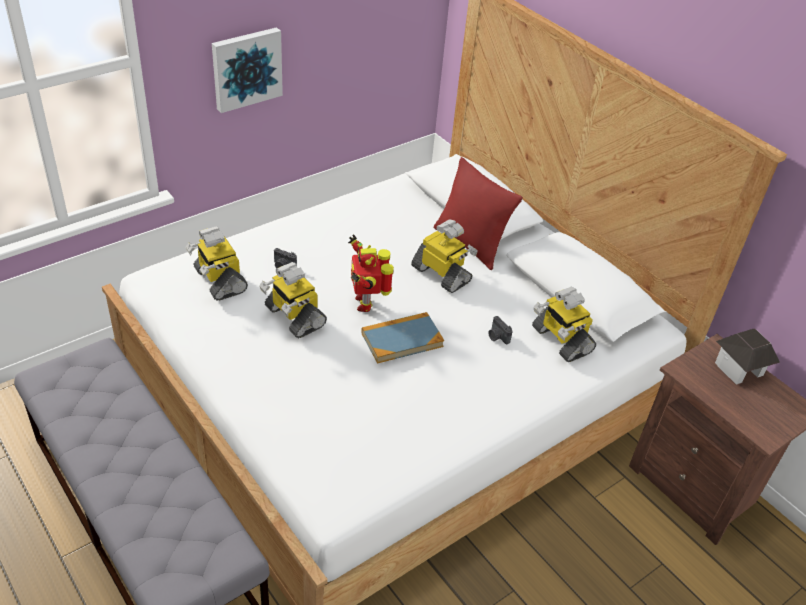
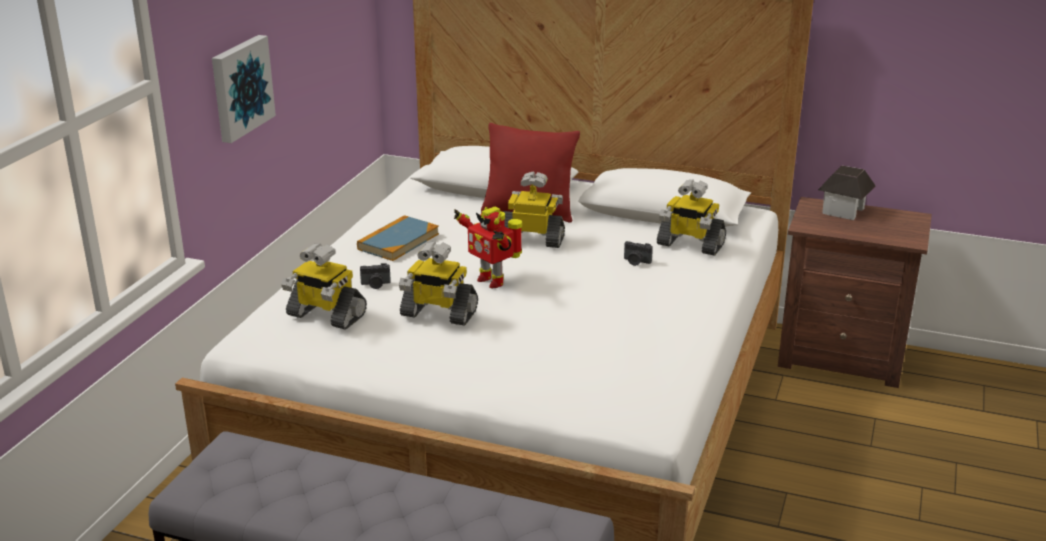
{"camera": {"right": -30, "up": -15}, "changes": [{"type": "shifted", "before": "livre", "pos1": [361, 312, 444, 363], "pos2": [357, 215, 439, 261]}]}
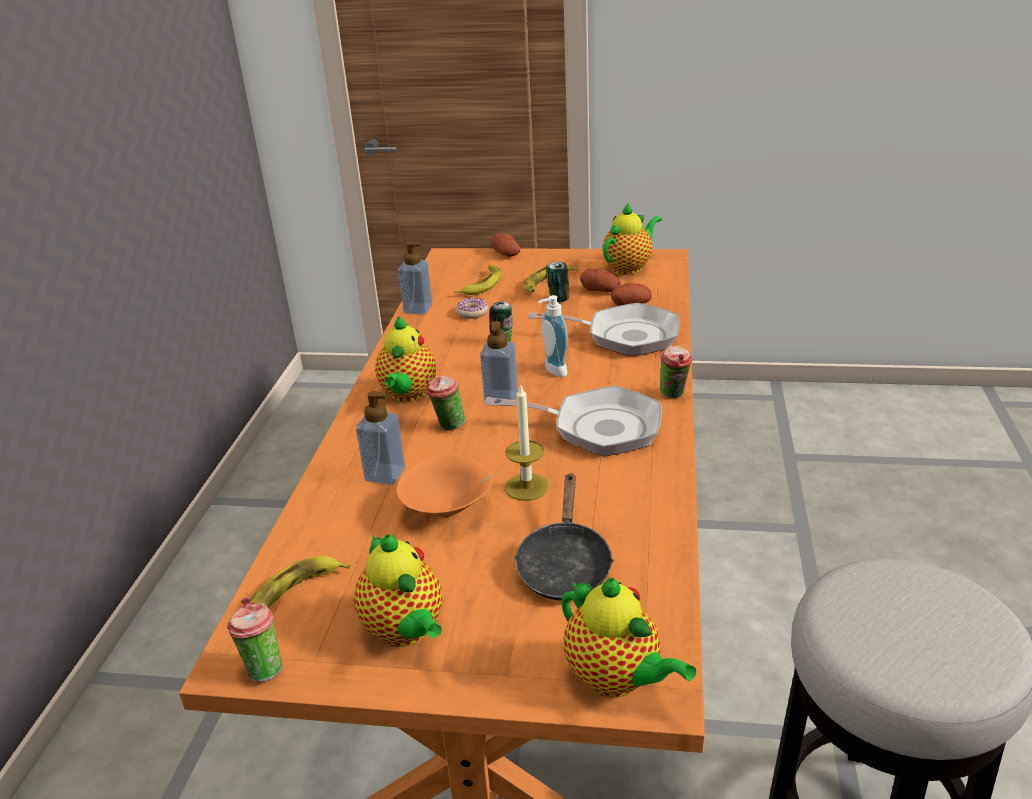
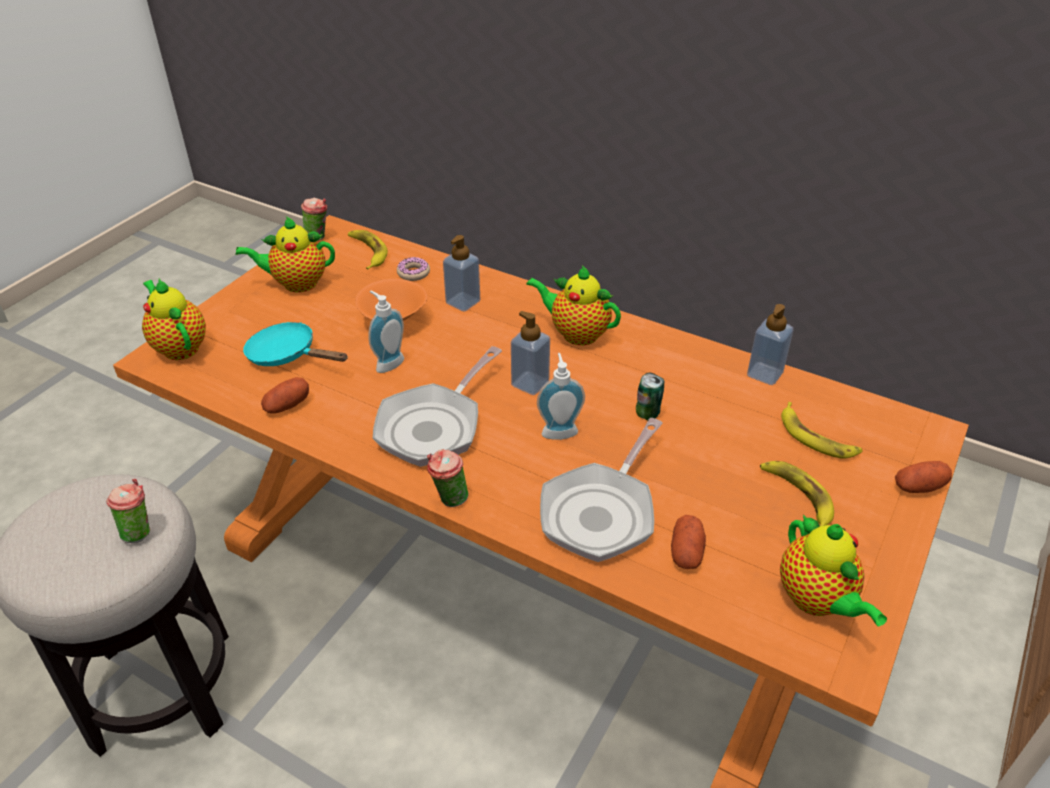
{"camera": {"right": 110, "up": 10}, "changes": [{"type": "gone", "before": "boîte métallique", "pos1": [546, 261, 569, 302]}, {"type": "shifted", "before": "tasse", "pos1": [426, 375, 465, 431], "pos2": [106, 479, 150, 543]}, {"type": "shifted", "before": "beignet", "pos1": [456, 298, 488, 319], "pos2": [397, 257, 430, 281]}, {"type": "shifted", "before": "pomme de terre", "pos1": [580, 268, 620, 292], "pos2": [261, 377, 309, 413]}, {"type": "swapped", "before": "bougie", "after": "distributeur de savon", "pos1": [505, 386, 549, 501], "pos2": [368, 291, 404, 373]}, {"type": "repainted", "before": "poêle/noir", "after": "poêle/turquoise", "pos1": [514, 473, 614, 601], "pos2": [243, 322, 348, 366]}, {"type": "rotated", "before": "théière", "pos1": [562, 578, 696, 697], "pos2": [142, 279, 206, 360], "turn": 75}]}
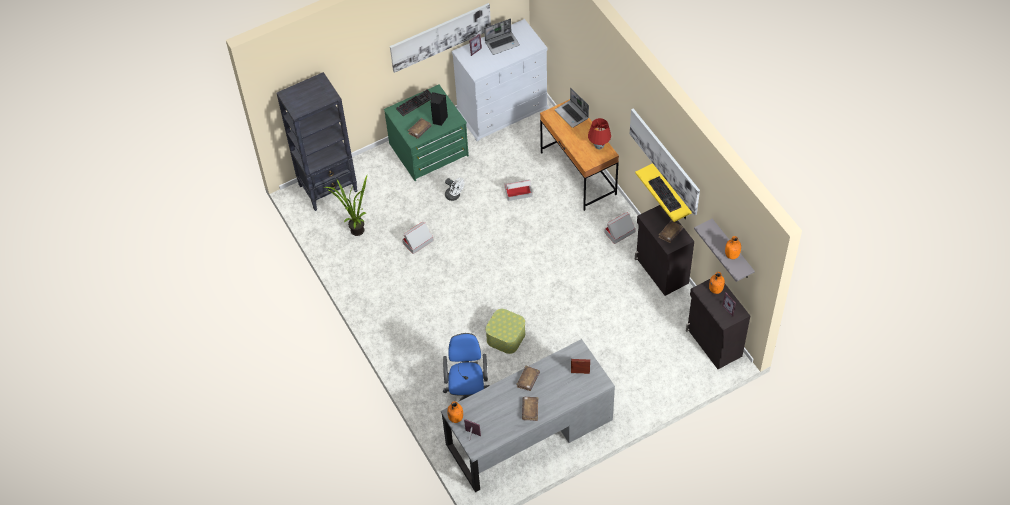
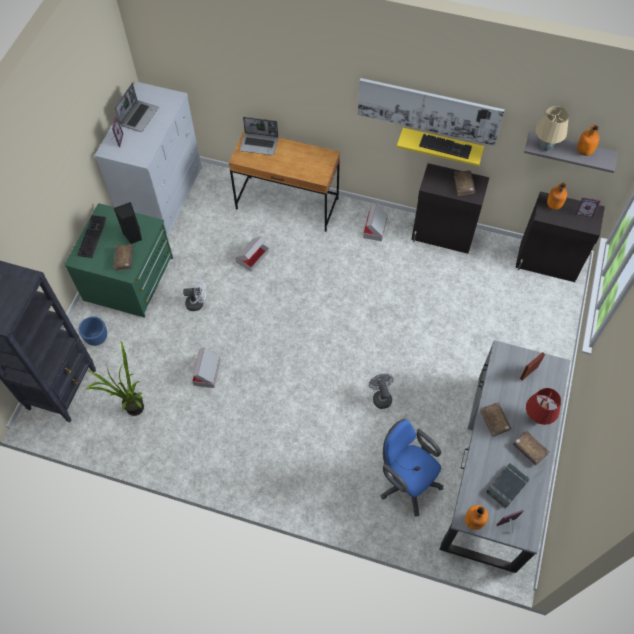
{"camera": {"right": -45, "up": 5}, "changes": [{"type": "gone", "before": "tableau", "pos1": [390, 3, 491, 73]}, {"type": "new", "after": "cache-pot/bleu", "pos2": [79, 316, 107, 346]}, {"type": "new", "after": "livre/noir", "pos2": [486, 463, 530, 508]}, {"type": "new", "after": "lampe de table/beige", "pos2": [535, 106, 569, 151]}, {"type": "shifted", "before": "lampe de table/rouge", "pos1": [588, 118, 611, 149], "pos2": [526, 388, 561, 425]}, {"type": "swapped", "before": "boîte de rangement", "after": "ventilateur/gris", "pos1": [485, 309, 525, 354], "pos2": [369, 373, 394, 409]}]}
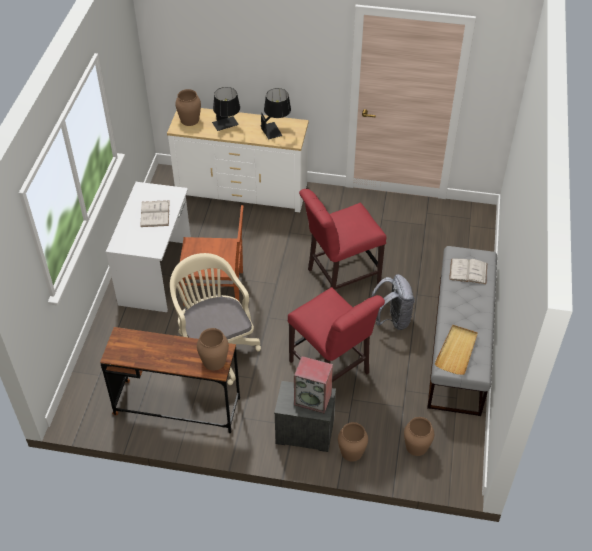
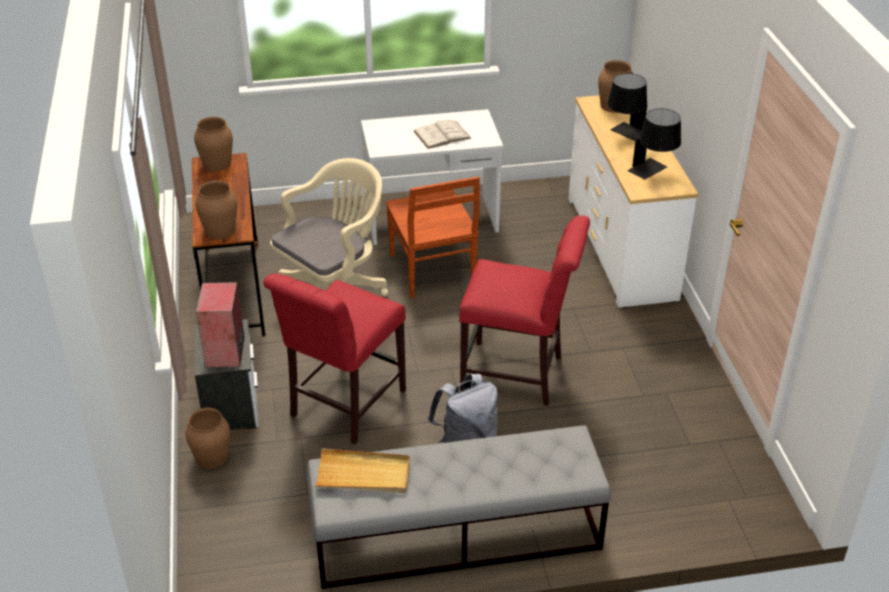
{"camera": {"right": 70, "up": -10}, "changes": [{"type": "gone", "before": "livre/blanc", "pos1": [449, 258, 487, 284]}, {"type": "shifted", "before": "vase/marron", "pos1": [404, 417, 434, 456], "pos2": [194, 117, 233, 172]}, {"type": "rotated", "before": "chaise/rouge", "pos1": [299, 189, 387, 290], "pos2": [459, 216, 590, 406], "turn": 150}]}
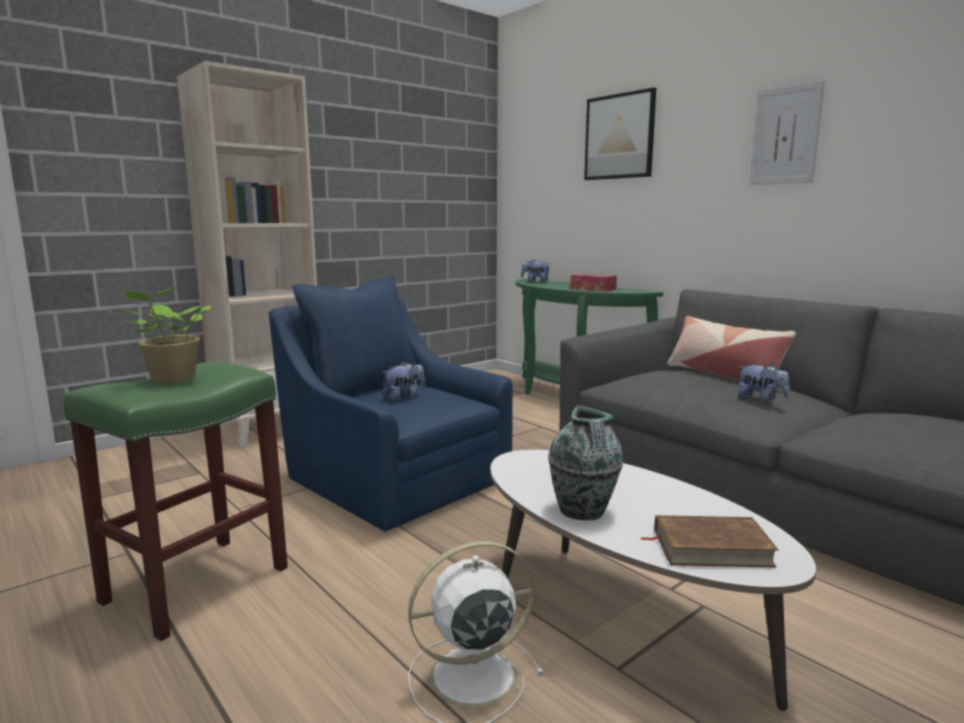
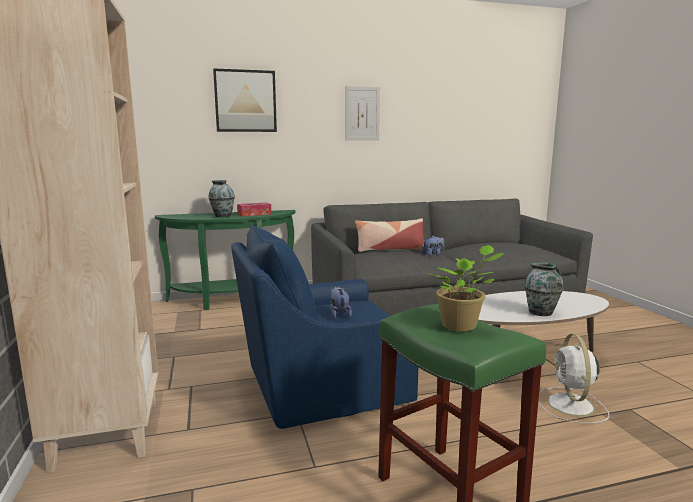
{"camera": {"right": -65, "up": 0}, "changes": [{"type": "gone", "before": "peluche", "pos1": [521, 259, 551, 282]}, {"type": "gone", "before": "livre/marron", "pos1": [640, 515, 779, 567]}, {"type": "new", "after": "vase", "pos2": [208, 180, 235, 217]}]}
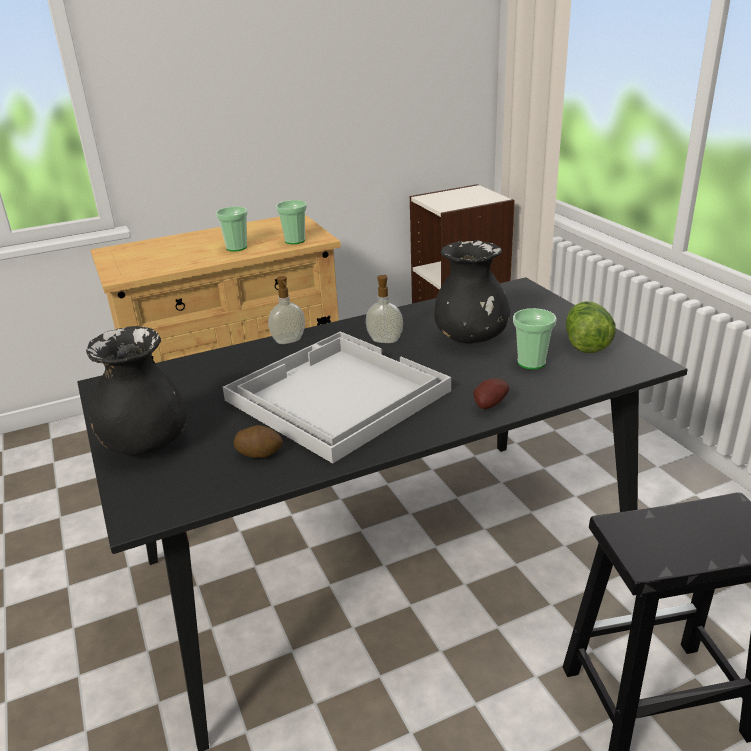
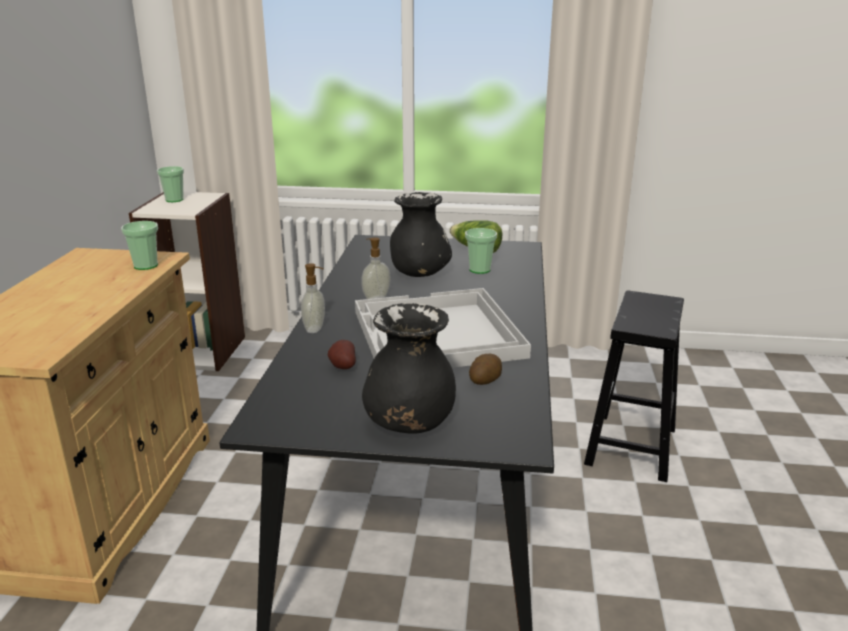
{"camera": {"right": -60, "up": -5}, "changes": [{"type": "shifted", "before": "tasse", "pos1": [216, 207, 248, 251], "pos2": [157, 166, 184, 202]}, {"type": "shifted", "before": "pomme de terre", "pos1": [473, 378, 509, 410], "pos2": [328, 340, 356, 369]}]}
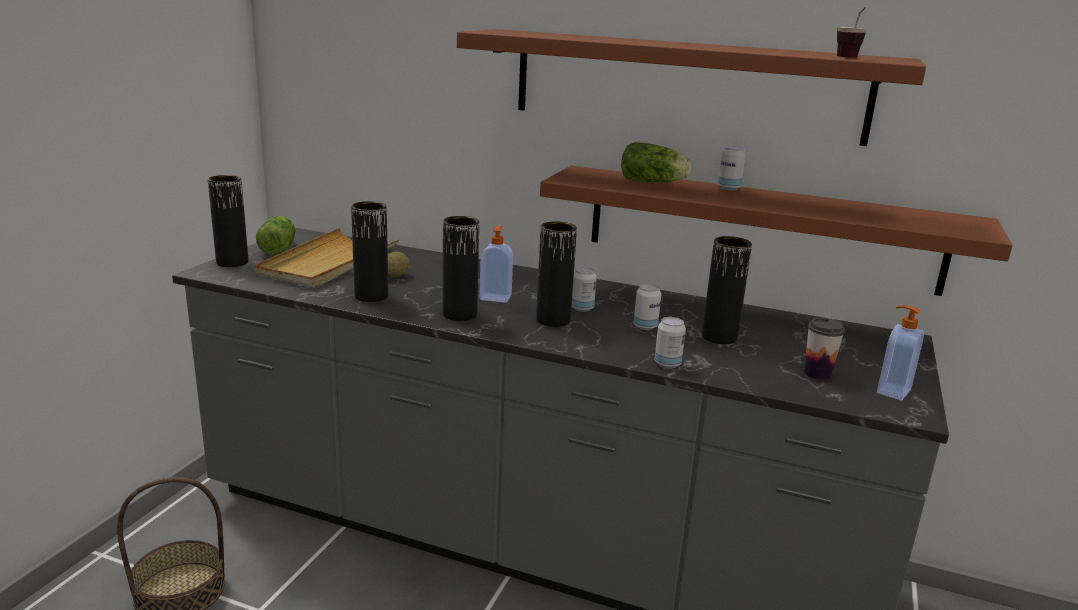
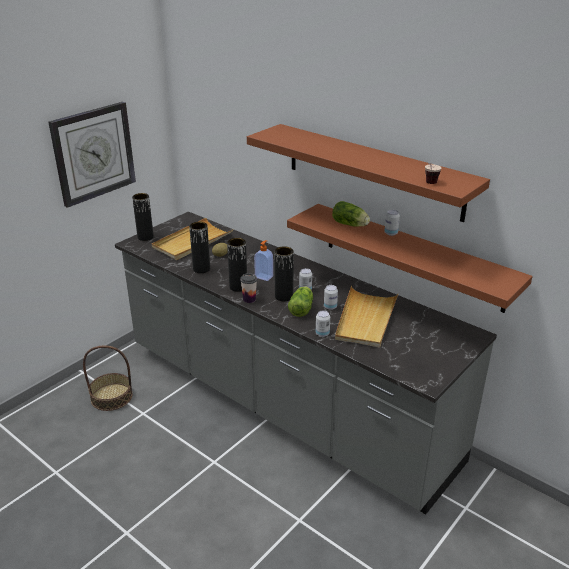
{"camera": {"right": 20, "up": 10}, "changes": [{"type": "gone", "before": "distributeur de savon", "pos1": [877, 305, 924, 401]}, {"type": "new", "after": "horloge murale", "pos2": [48, 102, 136, 208]}, {"type": "shifted", "before": "laitue", "pos1": [256, 216, 295, 255], "pos2": [288, 286, 313, 317]}, {"type": "shifted", "before": "tasse", "pos1": [804, 318, 845, 380], "pos2": [240, 273, 257, 303]}, {"type": "swapped", "before": "vase/noir", "after": "plateau/beige", "pos1": [702, 236, 752, 344], "pos2": [335, 286, 399, 348]}]}
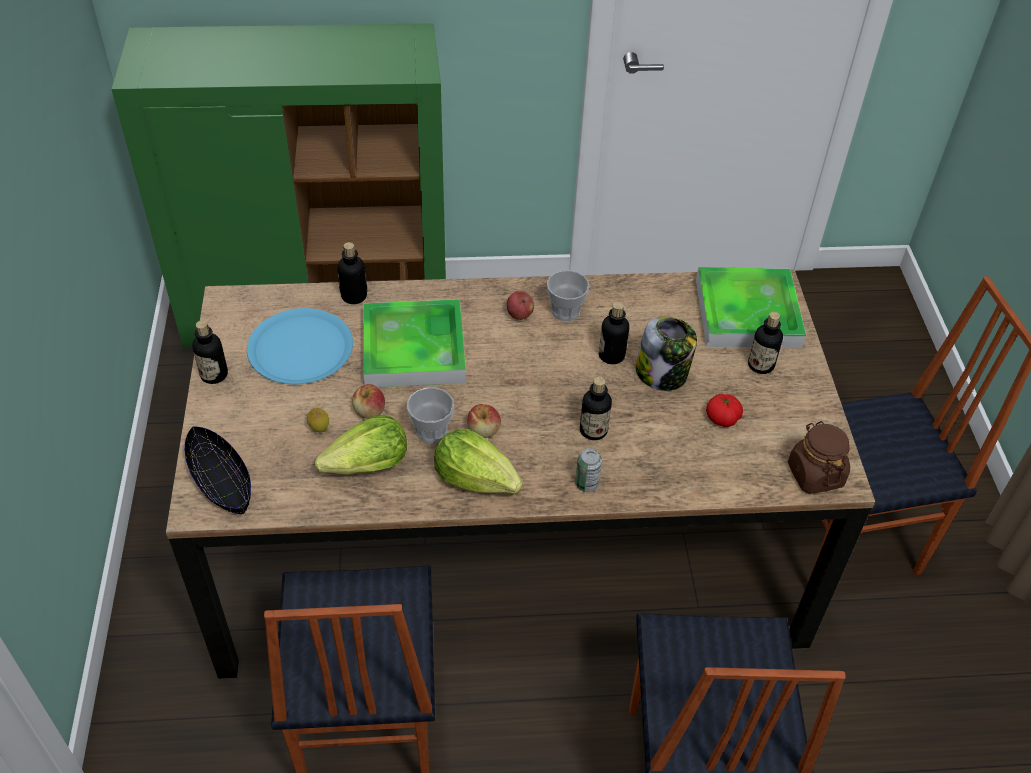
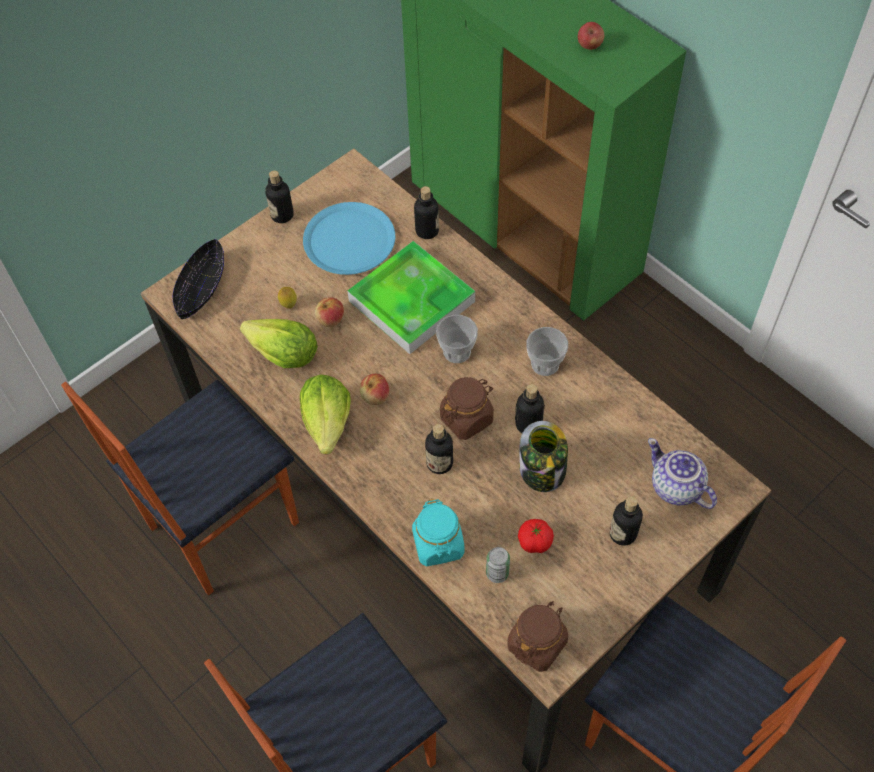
{"camera": {"right": 55, "up": 10}, "changes": [{"type": "new", "after": "bocal/turquoise", "pos2": [412, 499, 464, 566]}, {"type": "new", "after": "bocal/marron", "pos2": [440, 377, 494, 440]}, {"type": "shifted", "before": "tasse", "pos1": [407, 387, 454, 443], "pos2": [436, 315, 478, 363]}, {"type": "shifted", "before": "pomme", "pos1": [507, 291, 534, 320], "pos2": [578, 22, 604, 50]}, {"type": "shifted", "before": "boîte métallique", "pos1": [575, 448, 602, 492], "pos2": [486, 547, 510, 583]}, {"type": "swapped", "before": "plateau", "after": "théière", "pos1": [696, 267, 806, 348], "pos2": [648, 438, 717, 509]}]}
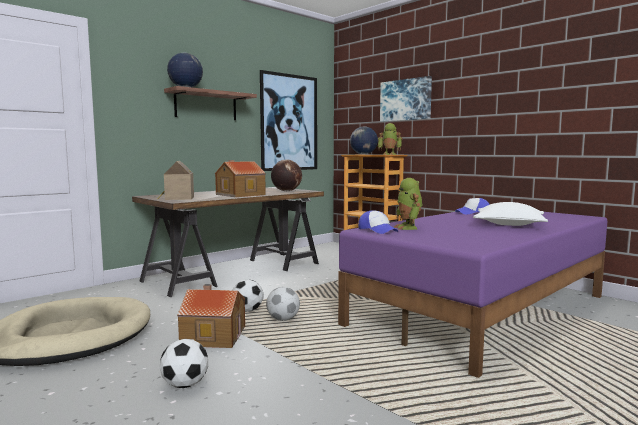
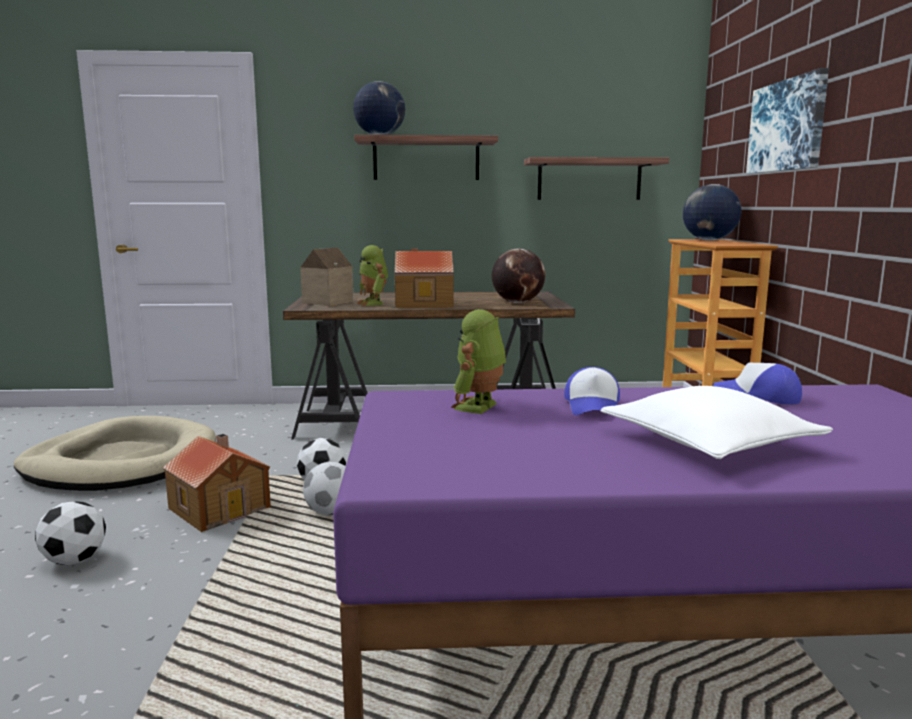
{"camera": {"right": 40, "up": 5}, "changes": [{"type": "shifted", "before": "casquette", "pos1": [358, 210, 398, 234], "pos2": [565, 367, 620, 415]}, {"type": "shifted", "before": "robot jouet", "pos1": [378, 123, 402, 155], "pos2": [357, 245, 388, 306]}, {"type": "swapped", "before": "tableau", "after": "étagère", "pos1": [260, 70, 317, 171], "pos2": [524, 157, 669, 200]}]}
